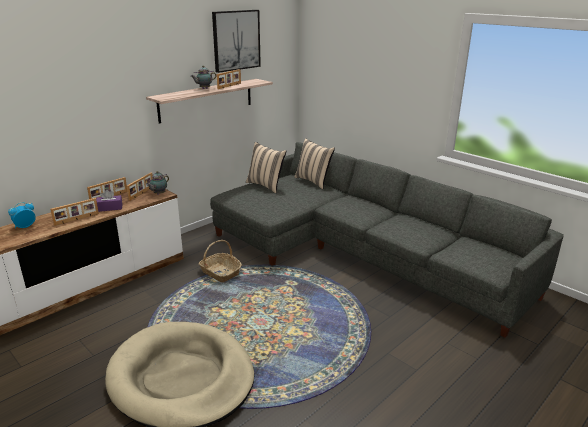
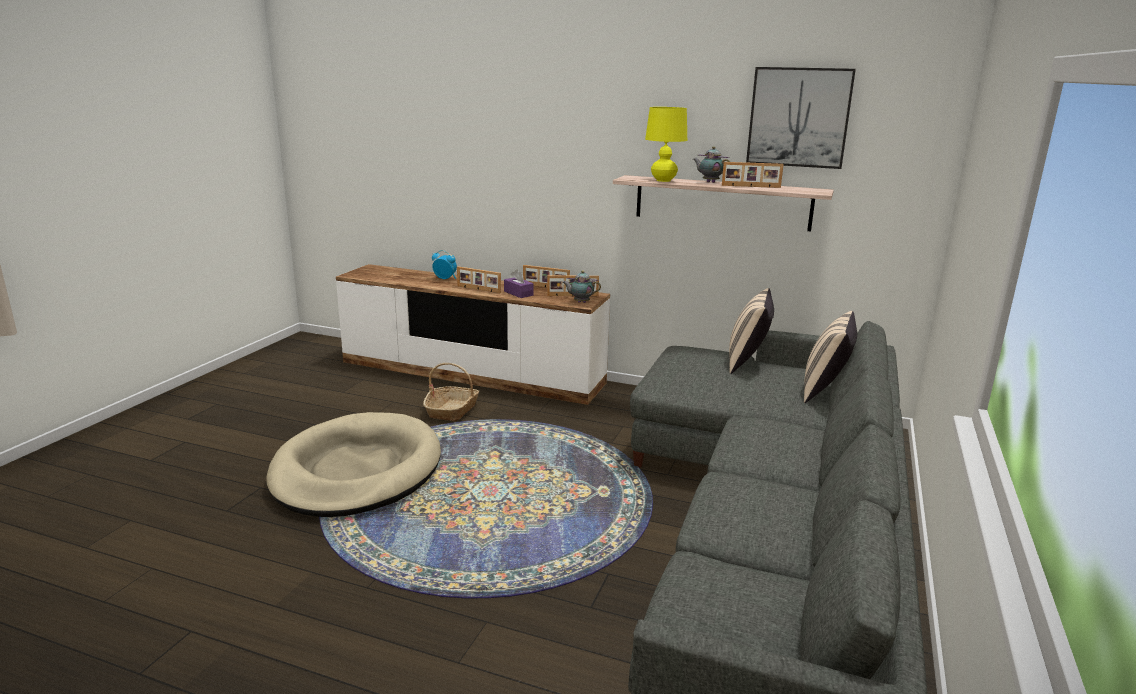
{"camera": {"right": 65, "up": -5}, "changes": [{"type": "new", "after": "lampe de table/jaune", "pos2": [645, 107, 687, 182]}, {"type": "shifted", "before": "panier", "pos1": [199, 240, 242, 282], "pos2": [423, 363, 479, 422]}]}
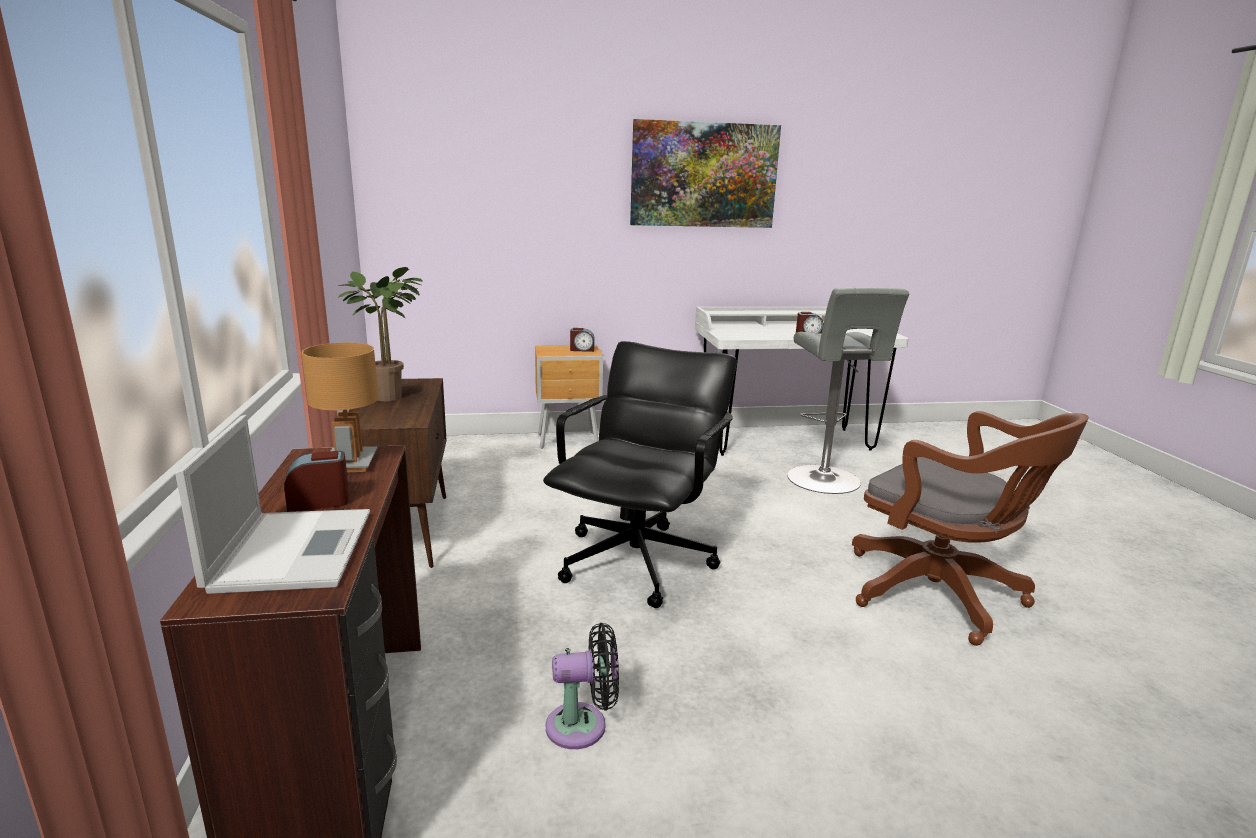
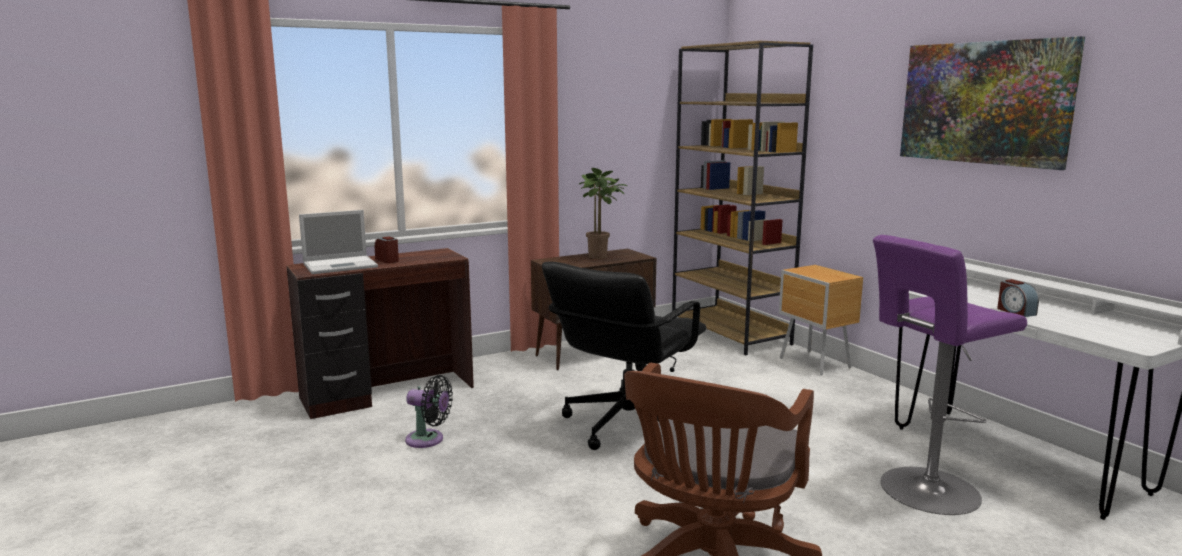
{"camera": {"right": 70, "up": -5}, "changes": [{"type": "gone", "before": "lampe de table/marron", "pos1": [302, 342, 378, 472]}, {"type": "gone", "before": "réveil", "pos1": [570, 328, 595, 352]}, {"type": "new", "after": "bibliothèque/marron", "pos2": [672, 41, 813, 355]}, {"type": "repainted", "before": "tabouret/gris", "after": "tabouret/violet", "pos1": [787, 288, 909, 494], "pos2": [873, 235, 1027, 515]}, {"type": "rotated", "before": "chaise de bureau/noir", "pos1": [543, 341, 737, 608], "pos2": [542, 262, 707, 450], "turn": 120}, {"type": "rotated", "before": "ventilateur/noir", "pos1": [546, 623, 619, 749], "pos2": [405, 375, 453, 448], "turn": -45}]}
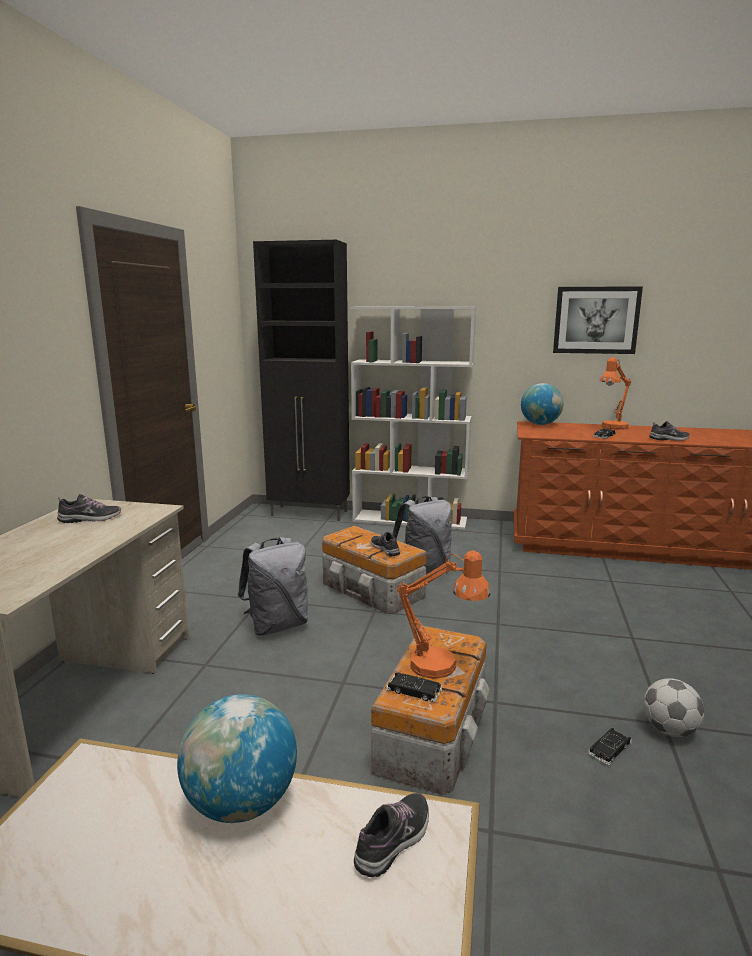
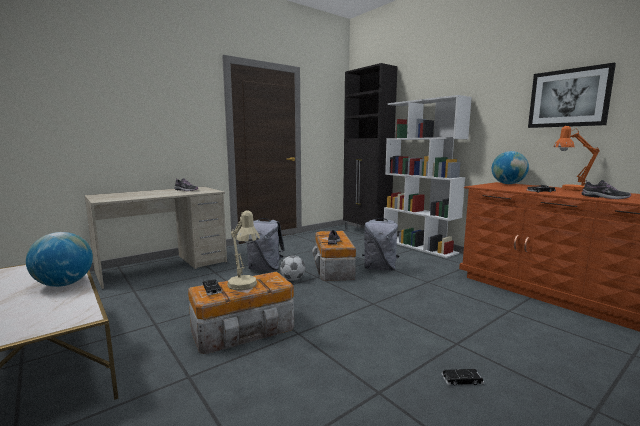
{"camera": {"right": 40, "up": -5}, "changes": [{"type": "gone", "before": "chaussure", "pos1": [354, 793, 429, 877]}, {"type": "shifted", "before": "petite voiture/noir", "pos1": [588, 728, 632, 765], "pos2": [441, 369, 484, 385]}, {"type": "shifted", "before": "ballon de foot", "pos1": [643, 678, 704, 737], "pos2": [280, 255, 305, 281]}, {"type": "repainted", "before": "lampe de table/orange", "after": "lampe de table/beige", "pos1": [397, 550, 491, 679], "pos2": [227, 210, 260, 291]}]}
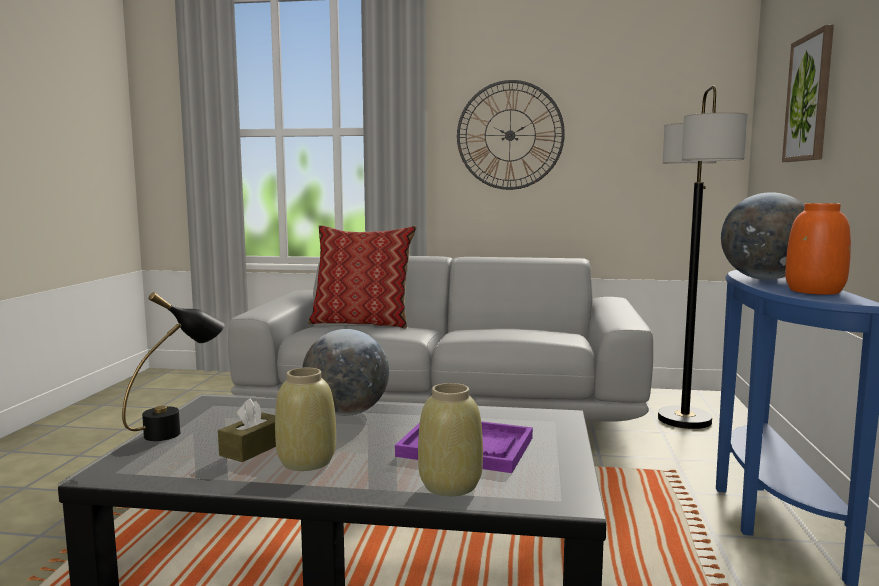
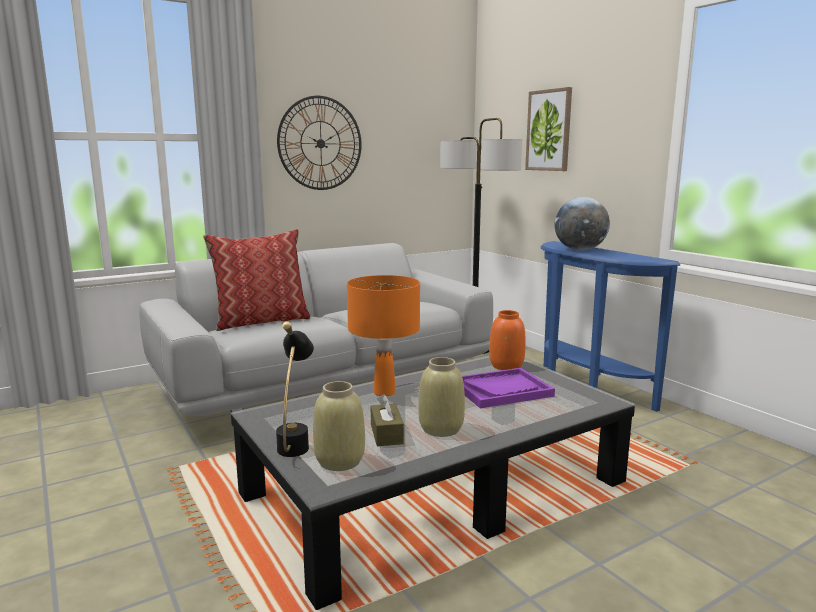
{"camera": {"right": -40, "up": 5}, "changes": [{"type": "shifted", "before": "vase/beige", "pos1": [418, 383, 483, 496], "pos2": [313, 381, 365, 471]}, {"type": "shifted", "before": "vase/orange", "pos1": [785, 203, 851, 295], "pos2": [489, 310, 526, 370]}, {"type": "swapped", "before": "globe", "after": "lampe de table/orange", "pos1": [302, 329, 389, 416], "pos2": [347, 275, 420, 396]}]}
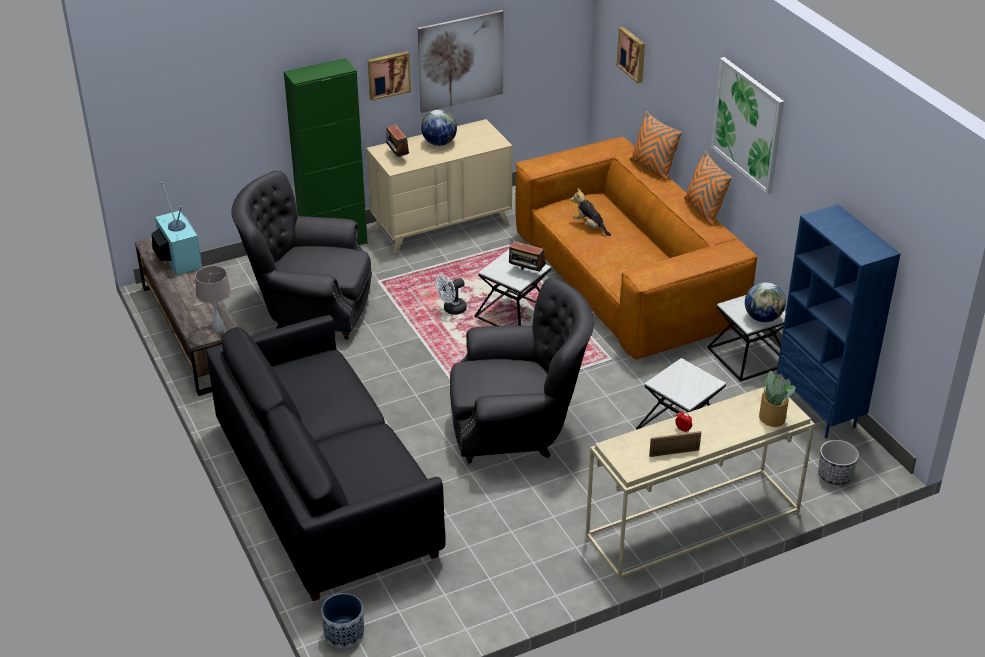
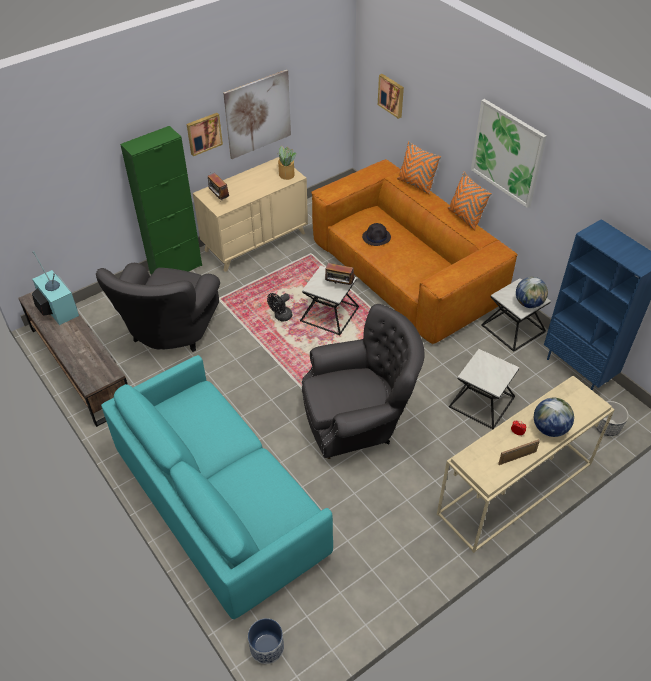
{"camera": {"right": -10, "up": 10}, "changes": [{"type": "gone", "before": "lampe de table/beige", "pos1": [195, 266, 231, 333]}, {"type": "shifted", "before": "globe", "pos1": [421, 109, 457, 146], "pos2": [534, 398, 574, 437]}, {"type": "shifted", "before": "plante en pot", "pos1": [759, 370, 796, 427], "pos2": [277, 145, 296, 180]}, {"type": "swapped", "before": "peluche", "after": "chapeau/noir", "pos1": [571, 188, 611, 236], "pos2": [362, 223, 391, 246]}, {"type": "repainted", "before": "canapé/noir", "after": "canapé/turquoise", "pos1": [206, 315, 446, 601], "pos2": [101, 355, 333, 619]}, {"type": "repainted", "before": "ventilateur/blanc", "after": "ventilateur/noir", "pos1": [435, 274, 467, 315], "pos2": [267, 293, 292, 321]}, {"type": "rotated", "before": "fauteuil/gris", "pos1": [232, 171, 372, 340], "pos2": [96, 263, 220, 352], "turn": -75}]}
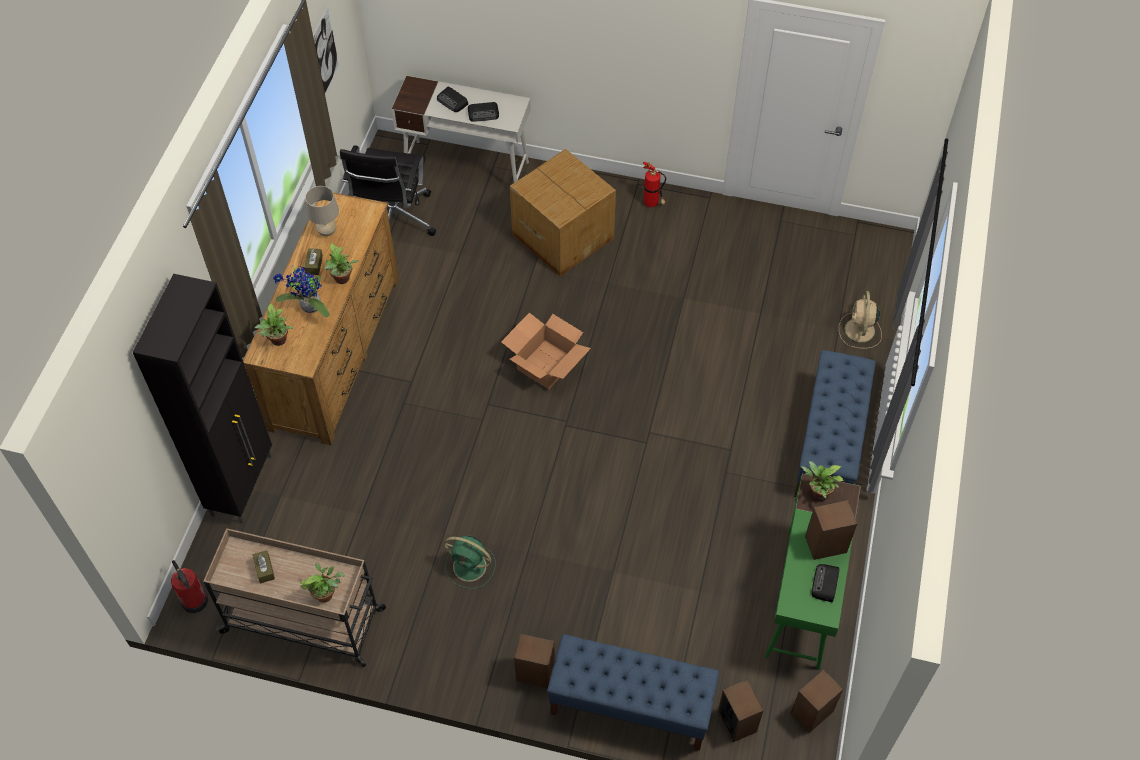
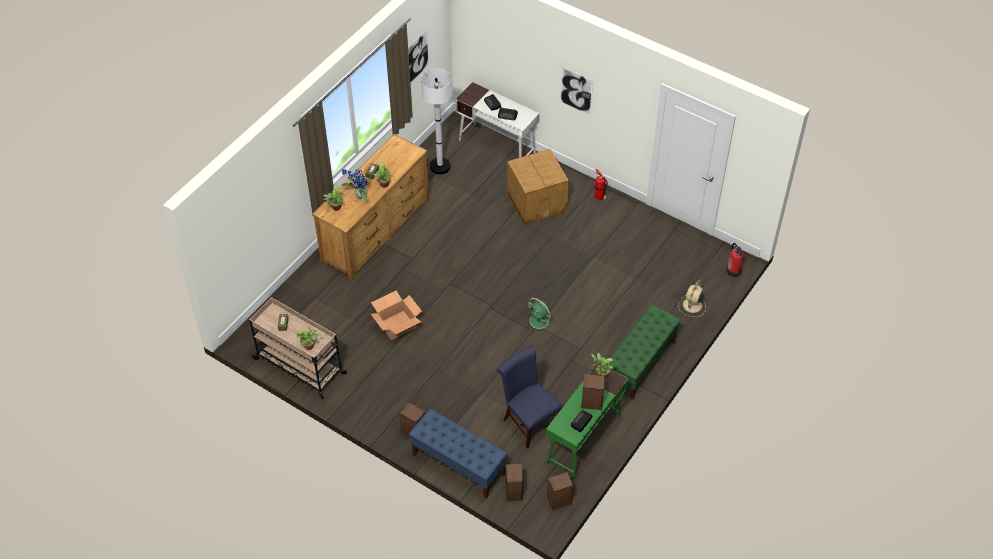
{"camera": {"right": 20, "up": -5}, "changes": [{"type": "gone", "before": "meuble de rangement/noir", "pos1": [133, 274, 272, 523]}, {"type": "gone", "before": "lampe de table/beige", "pos1": [305, 186, 339, 236]}, {"type": "new", "after": "chaise/bleu", "pos2": [497, 346, 563, 448]}, {"type": "new", "after": "tableau", "pos2": [560, 66, 593, 115]}, {"type": "shifted", "before": "extincteur", "pos1": [171, 560, 208, 613], "pos2": [727, 243, 745, 277]}, {"type": "shifted", "before": "ventilateur/vert", "pos1": [444, 535, 496, 589], "pos2": [525, 298, 555, 333]}, {"type": "shifted", "before": "carton", "pos1": [501, 313, 591, 389], "pos2": [371, 291, 422, 340]}, {"type": "swapped", "before": "chaise de bureau/noir", "after": "lampadaire/blanc", "pos1": [340, 145, 436, 236], "pos2": [421, 69, 452, 174]}, {"type": "repainted", "before": "banc/bleu", "after": "banc/vert", "pos1": [794, 350, 876, 497], "pos2": [608, 304, 681, 400]}]}
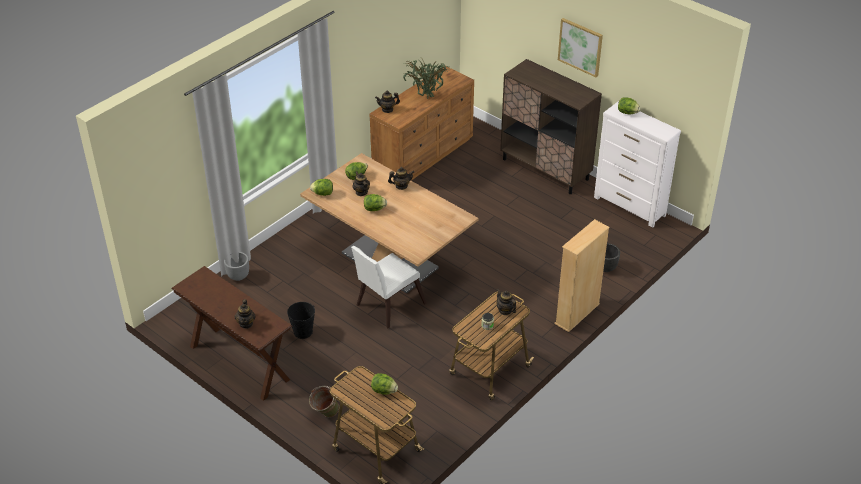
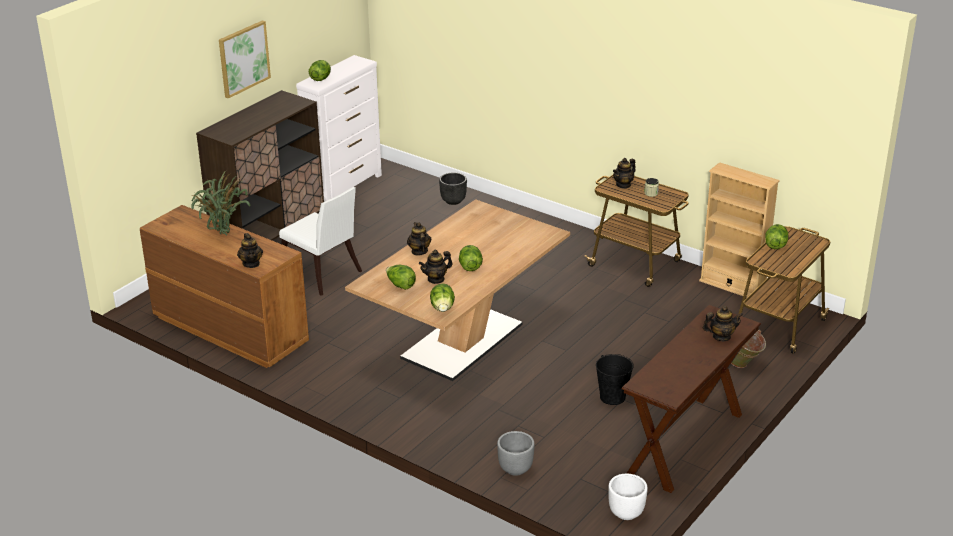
{"camera": {"right": -95, "up": -10}, "changes": [{"type": "new", "after": "cache-pot/blanc", "pos2": [608, 474, 648, 520]}, {"type": "shifted", "before": "chaise/blanc", "pos1": [351, 246, 427, 328], "pos2": [279, 187, 362, 296]}, {"type": "shifted", "before": "bibliothèque/beige", "pos1": [554, 219, 610, 332], "pos2": [699, 162, 780, 298]}]}
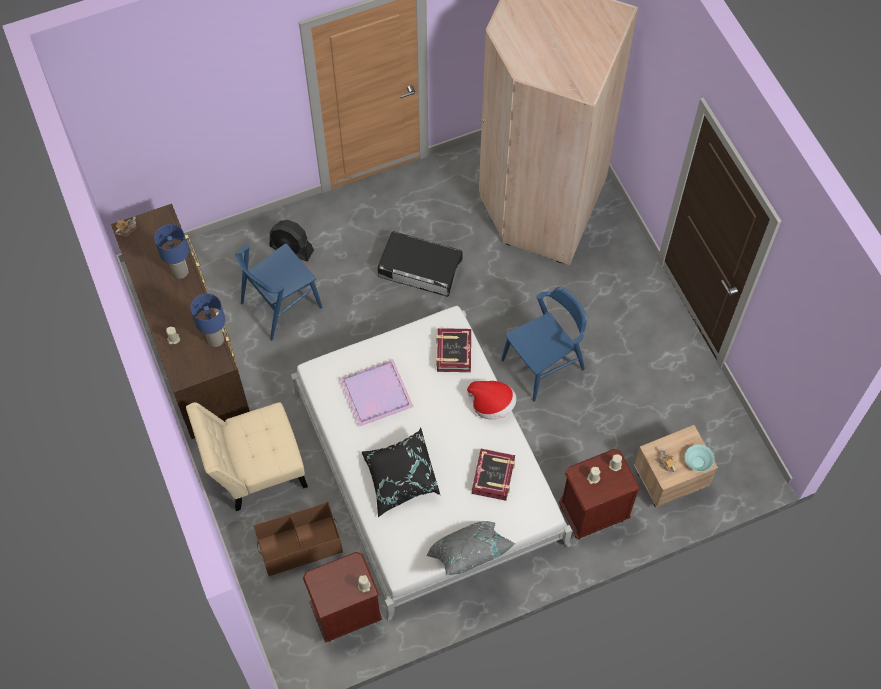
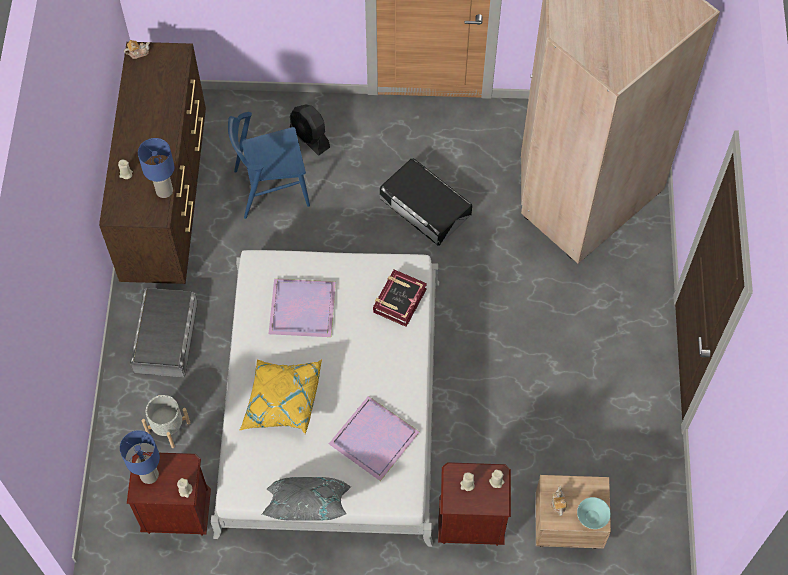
{"camera": {"right": 25, "up": 0}, "changes": [{"type": "gone", "before": "chapeau", "pos1": [467, 381, 516, 420]}, {"type": "gone", "before": "chaise/bleu", "pos1": [501, 287, 587, 402]}, {"type": "shifted", "before": "lampe de table/bleu", "pos1": [154, 224, 189, 279], "pos2": [120, 430, 160, 484]}, {"type": "swapped", "before": "chaise/beige", "after": "boîte de rangement/gris", "pos1": [186, 402, 308, 511], "pos2": [130, 288, 198, 377]}, {"type": "swapped", "before": "boîte de rangement/marron", "after": "cache-pot/gris", "pos1": [253, 502, 343, 577], "pos2": [142, 395, 190, 448]}, {"type": "swapped", "before": "livre", "after": "plateau/violet", "pos1": [472, 449, 515, 501], "pos2": [329, 396, 420, 481]}, {"type": "repainted", "before": "coussin/noir", "after": "coussin/jaune", "pos1": [362, 427, 440, 517], "pos2": [239, 359, 322, 434]}]}
